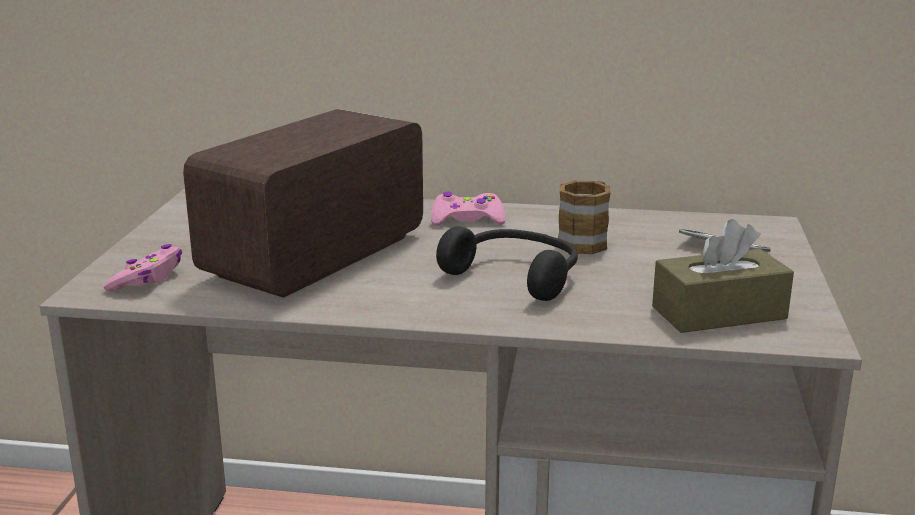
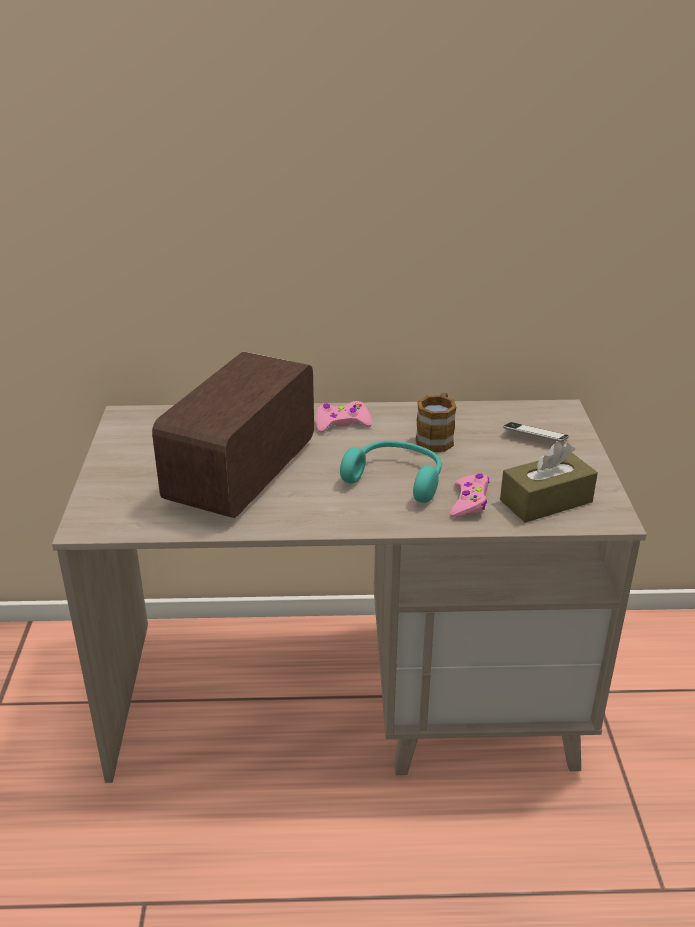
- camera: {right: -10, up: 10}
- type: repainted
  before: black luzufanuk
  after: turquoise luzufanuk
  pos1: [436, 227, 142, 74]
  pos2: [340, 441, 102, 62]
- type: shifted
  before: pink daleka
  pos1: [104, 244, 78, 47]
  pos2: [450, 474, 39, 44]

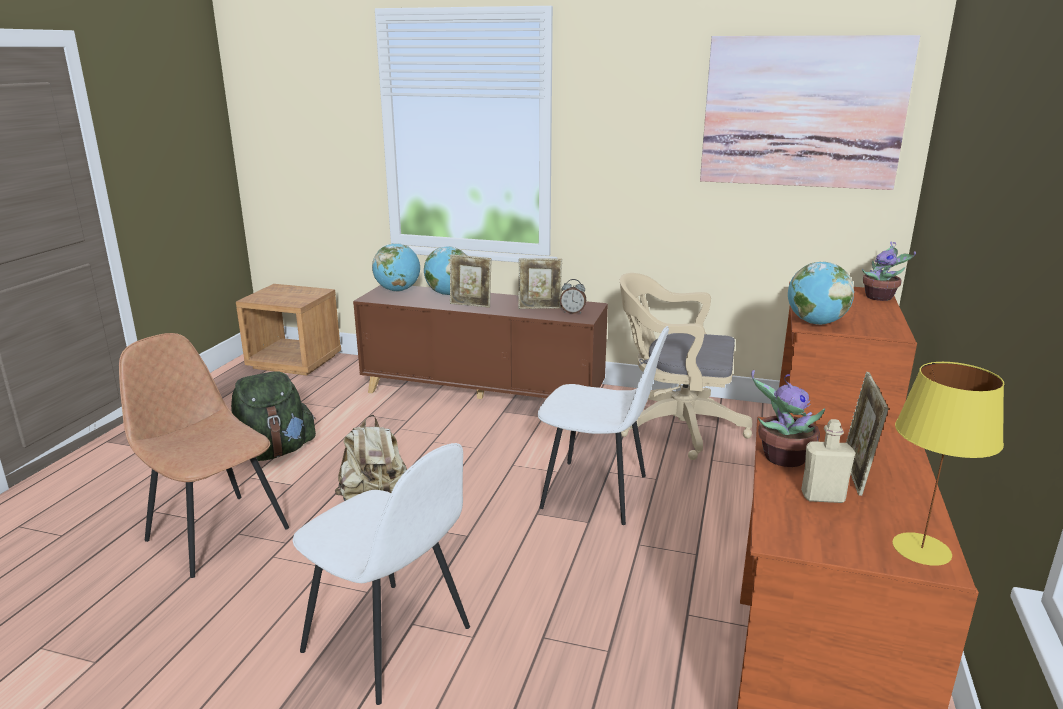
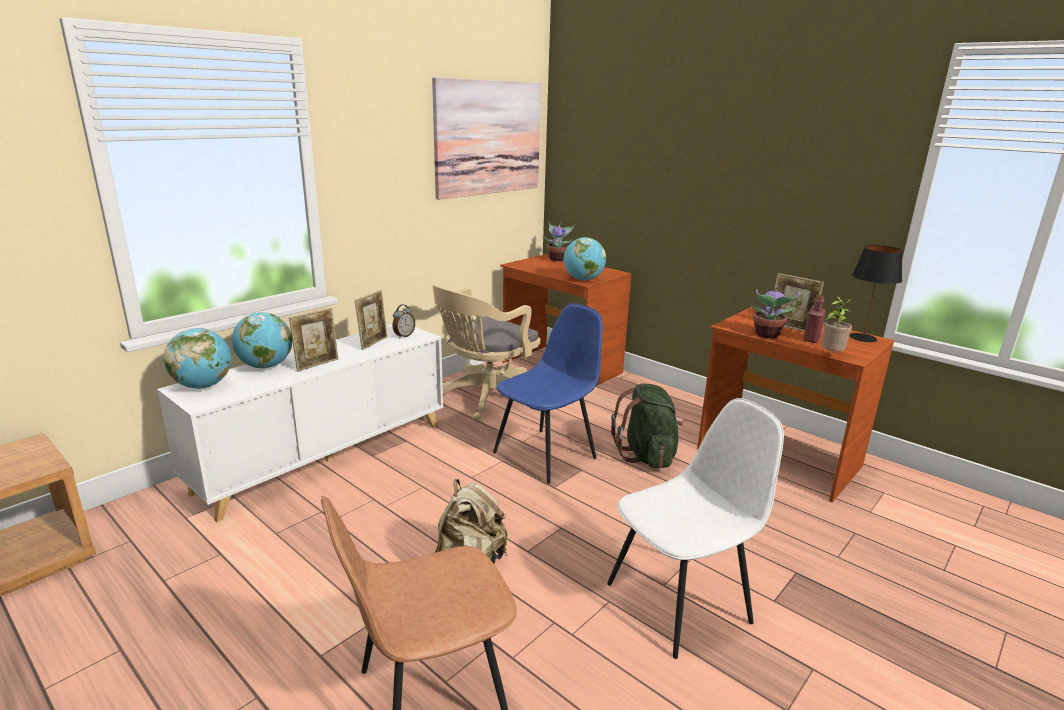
- camera: {right: -65, up: 0}
- type: repainted
  before: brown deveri
  after: white deveri
  pos1: [353, 285, 255, 114]
  pos2: [157, 324, 286, 198]
- type: repainted
  before: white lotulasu
  after: blue lotulasu
  pos1: [538, 326, 131, 199]
  pos2: [493, 303, 110, 181]
- type: shifted
  before: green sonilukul
  pos1: [231, 371, 85, 90]
  pos2: [611, 383, 72, 86]
- type: repainted
  before: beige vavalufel
  after: red vavalufel
  pos1: [801, 419, 54, 84]
  pos2: [803, 295, 23, 48]
- type: new
  after: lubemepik
  pos2: [822, 296, 30, 55]
- type: repainted
  before: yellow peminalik
  after: black peminalik
  pos1: [892, 362, 112, 204]
  pos2: [849, 245, 54, 97]

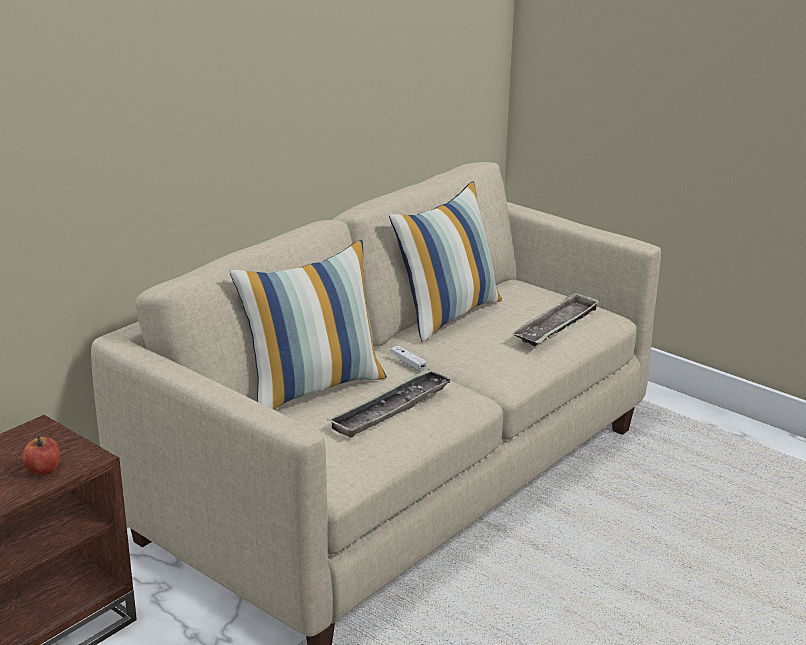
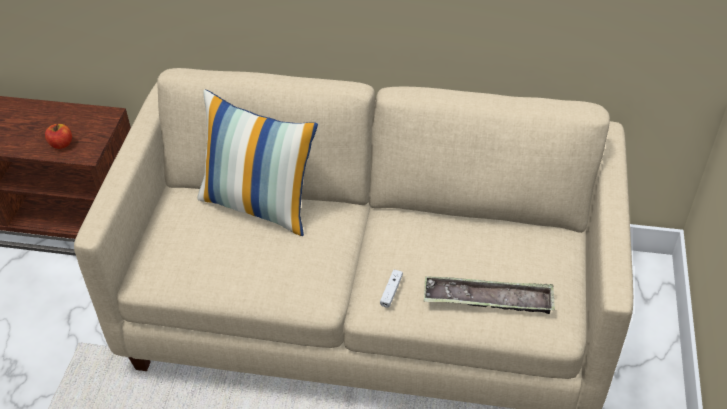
- camera: {right: 60, up: 20}
- type: shifted
  before: white daleka
  pos1: [390, 346, 37, 26]
  pos2: [380, 270, 23, 38]
- type: gone
  before: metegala
  pos1: [328, 369, 125, 69]
- type: gone
  before: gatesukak
  pos1: [389, 181, 113, 161]

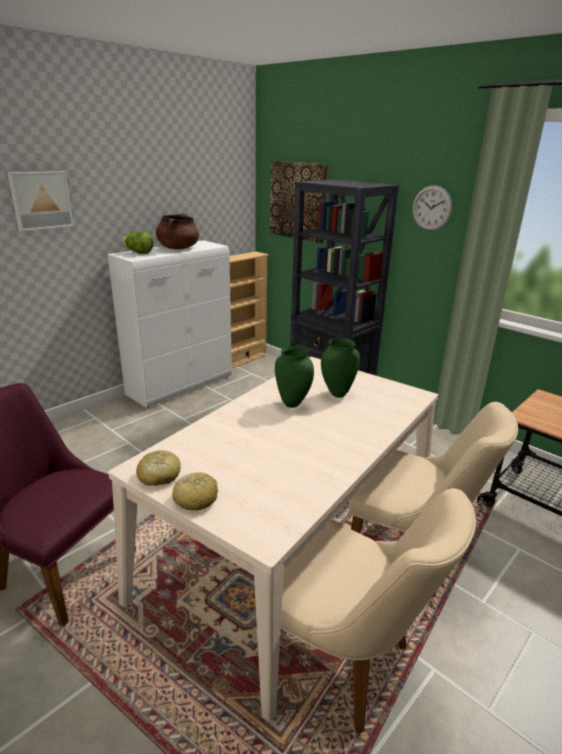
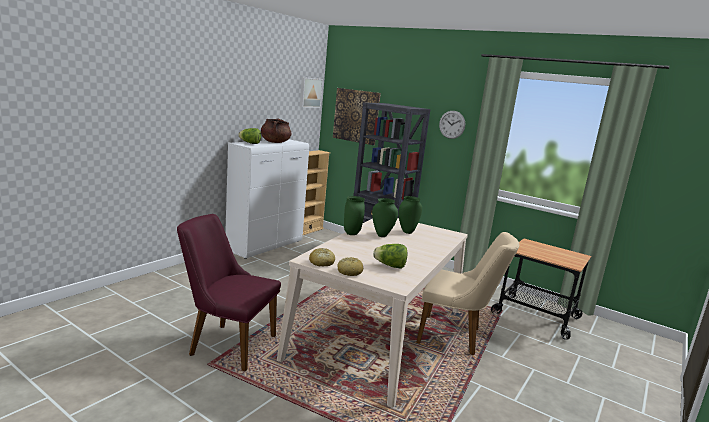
- camera: {right: -10, up: -10}
- type: shifted
  before: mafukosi
  pos1: [8, 171, 66, 60]
  pos2: [300, 77, 23, 31]
- type: new
  after: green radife
  pos2: [344, 196, 21, 39]
- type: new
  after: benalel
  pos2: [373, 244, 34, 25]
- type: gone
  before: beige lotulasu
  pos1: [281, 488, 195, 245]

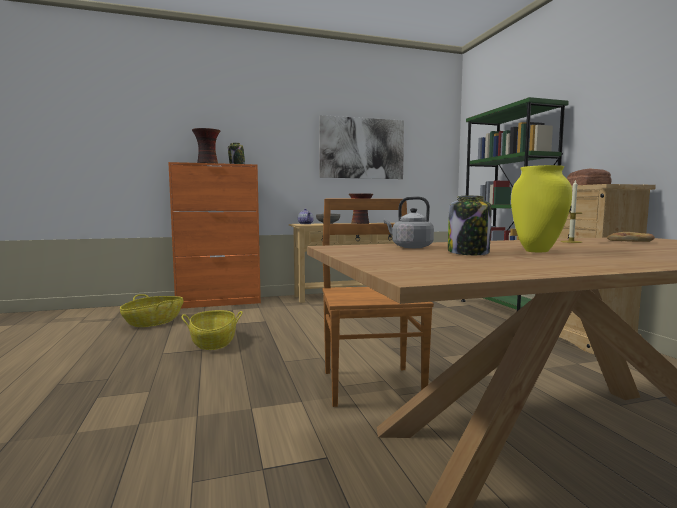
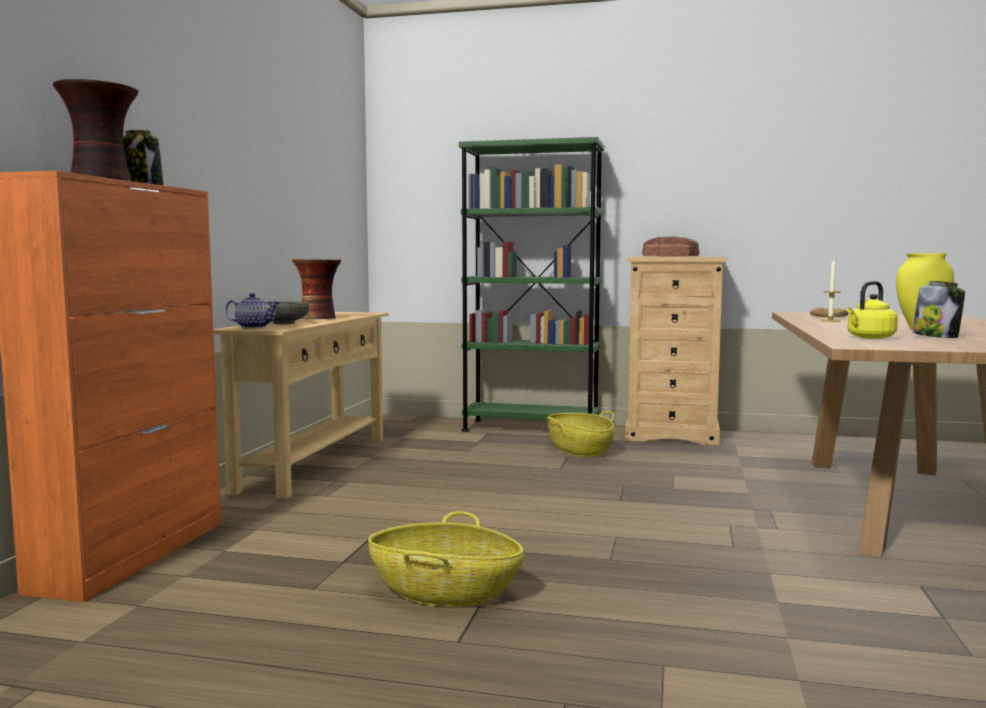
- camera: {right: -60, up: 0}
- type: shifted
  before: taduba
  pos1: [120, 294, 64, 33]
  pos2: [546, 411, 68, 46]
- type: repainted
  before: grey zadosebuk
  after: yellow zadosebuk
  pos1: [384, 196, 50, 52]
  pos2: [847, 281, 51, 58]
- type: gone
  before: mafukosi
  pos1: [319, 115, 85, 64]
- type: gone
  before: brown lotulasu
  pos1: [322, 199, 112, 208]

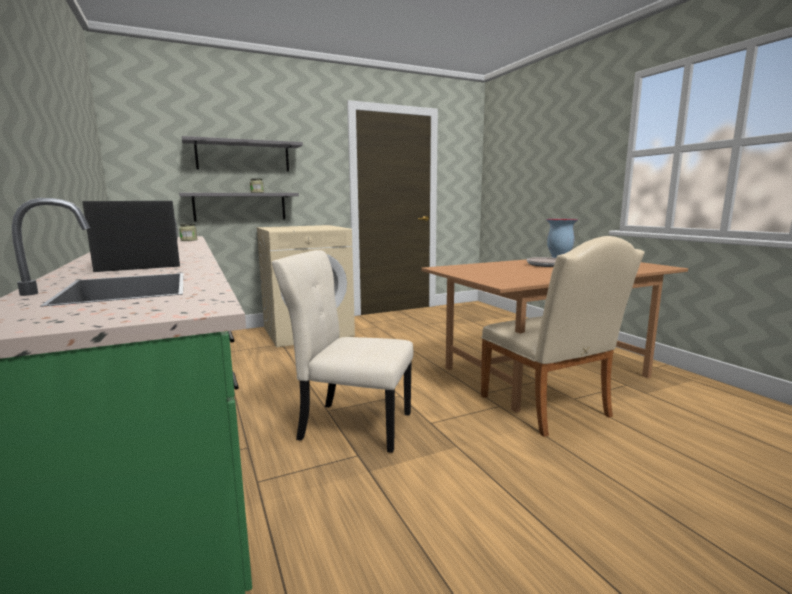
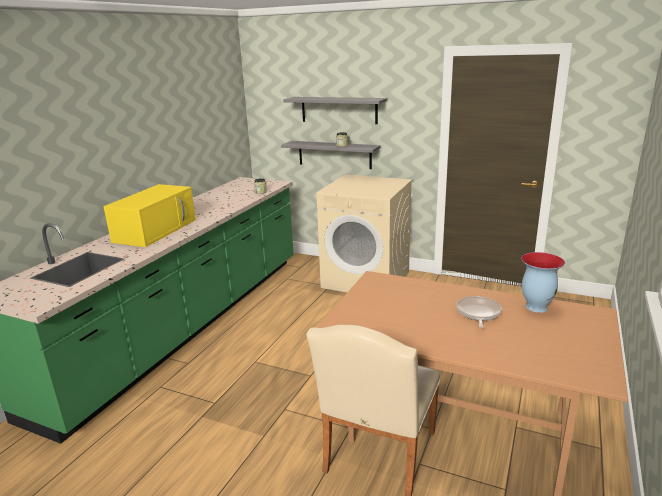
- camera: {right: 50, up: 10}
- type: repainted
  before: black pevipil
  after: yellow pevipil
  pos1: [83, 201, 97, 71]
  pos2: [103, 184, 93, 63]
- type: gone
  before: beige lotulasu
  pos1: [272, 250, 141, 203]

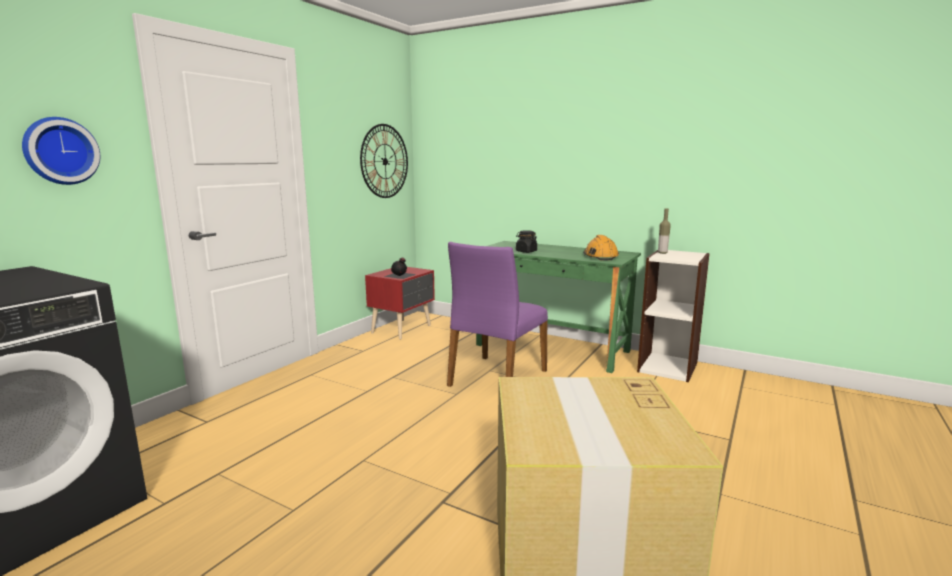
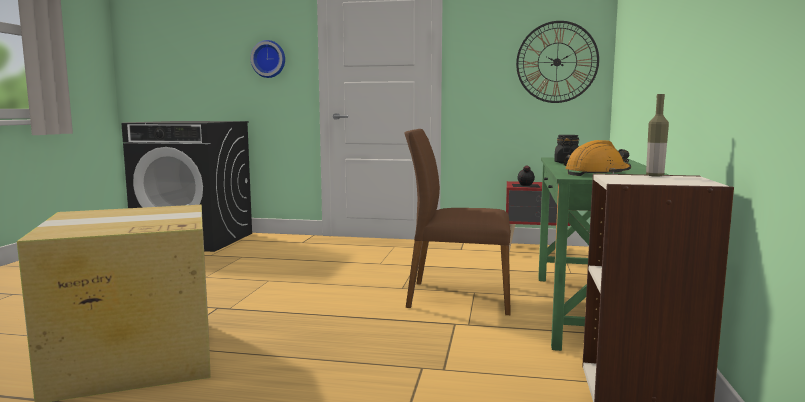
- camera: {right: 70, up: -5}
- type: repainted
  before: purple lotulasu
  after: brown lotulasu
  pos1: [447, 242, 101, 145]
  pos2: [404, 129, 107, 186]

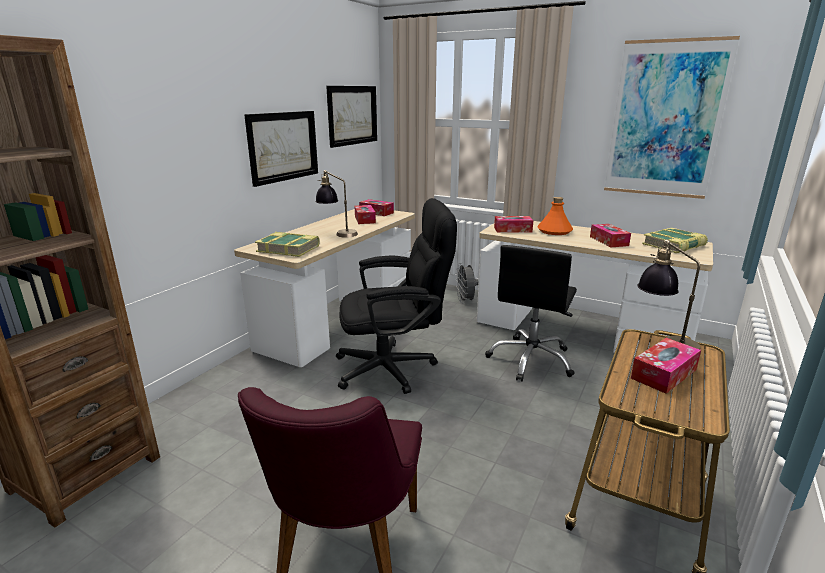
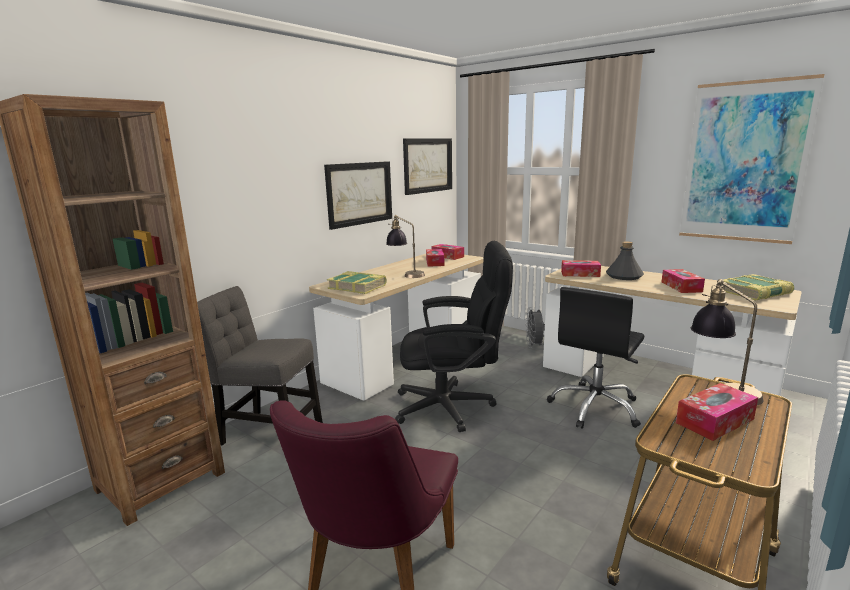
- camera: {right: 10, up: -5}
- type: new
  after: grey lotulasu
  pos2: [197, 286, 126, 160]
- type: repainted
  before: orange vavalufel
  after: grey vavalufel
  pos1: [537, 197, 36, 38]
  pos2: [606, 241, 38, 39]

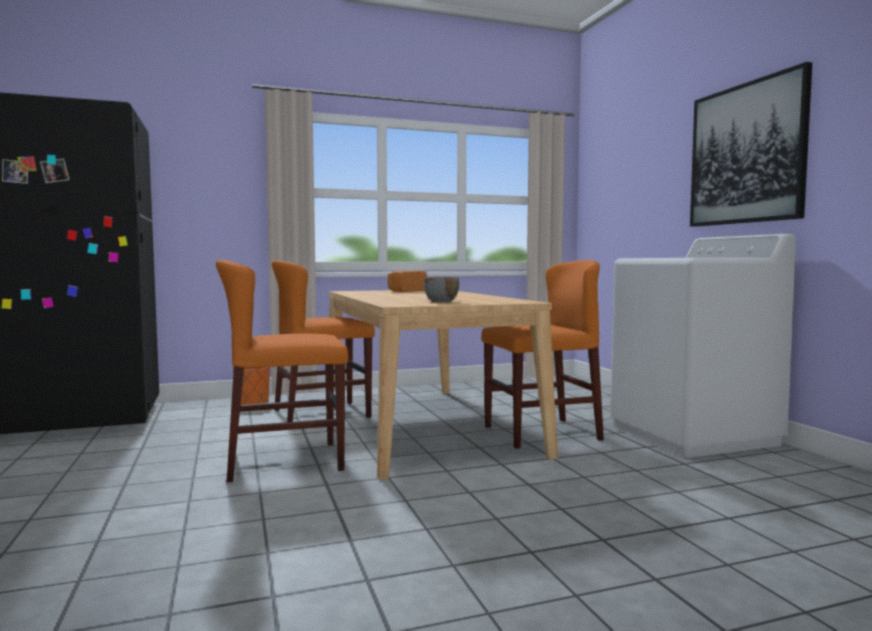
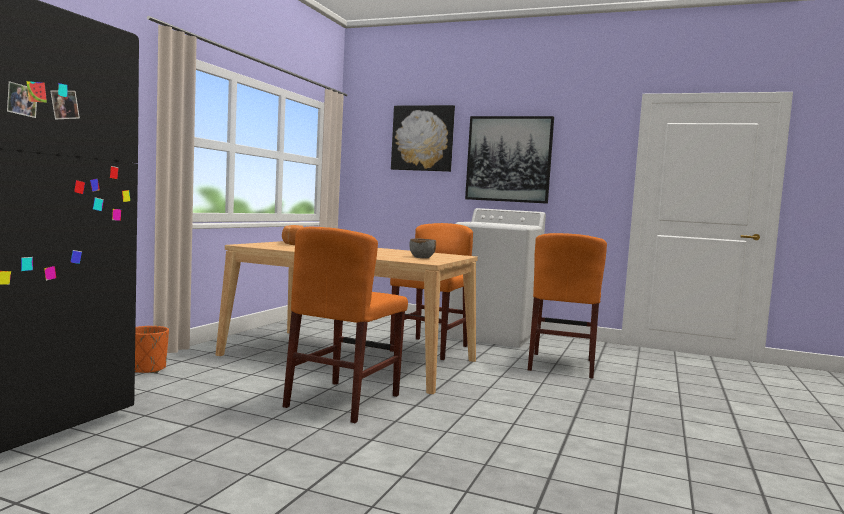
- camera: {right: -50, up: 0}
- type: new
  after: mafukosi
  pos2: [391, 105, 64, 67]
- type: shifted
  before: orange lotulasu
  pos1: [272, 260, 103, 162]
  pos2: [528, 233, 79, 146]

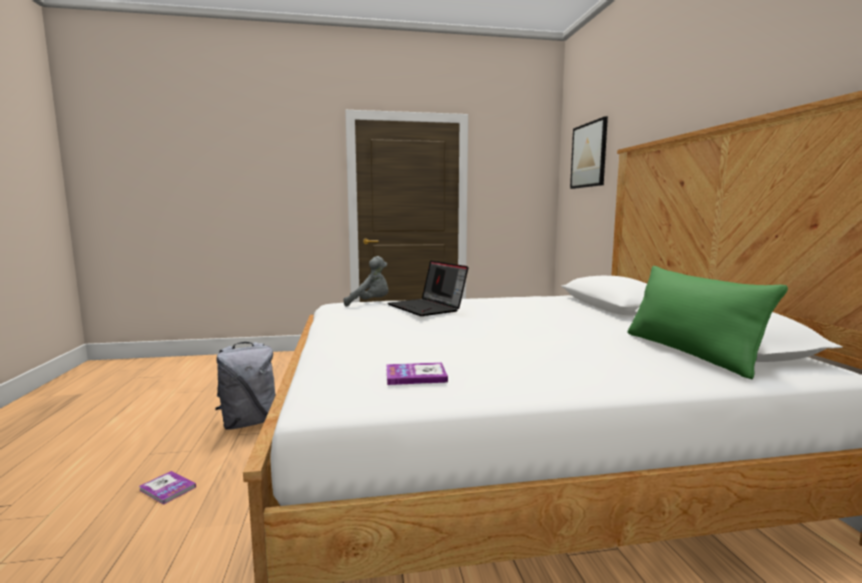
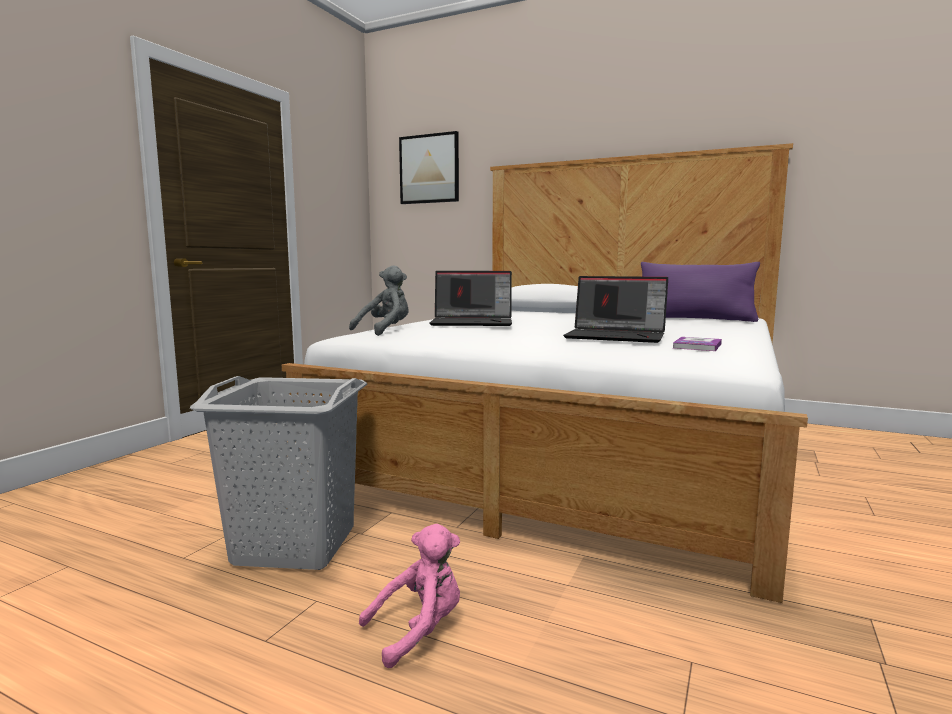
- camera: {right: -55, up: 0}
- type: swapped
  before: grey sonilukul
  after: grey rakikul
  pos1: [216, 342, 60, 88]
  pos2: [190, 376, 177, 194]
- type: swapped
  before: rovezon
  after: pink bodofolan
  pos1: [139, 471, 57, 34]
  pos2: [359, 524, 101, 144]
- type: new
  after: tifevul
  pos2: [563, 276, 105, 67]
- type: repainted
  before: green gatesukak
  after: purple gatesukak
  pos1: [628, 266, 160, 113]
  pos2: [641, 262, 119, 60]

